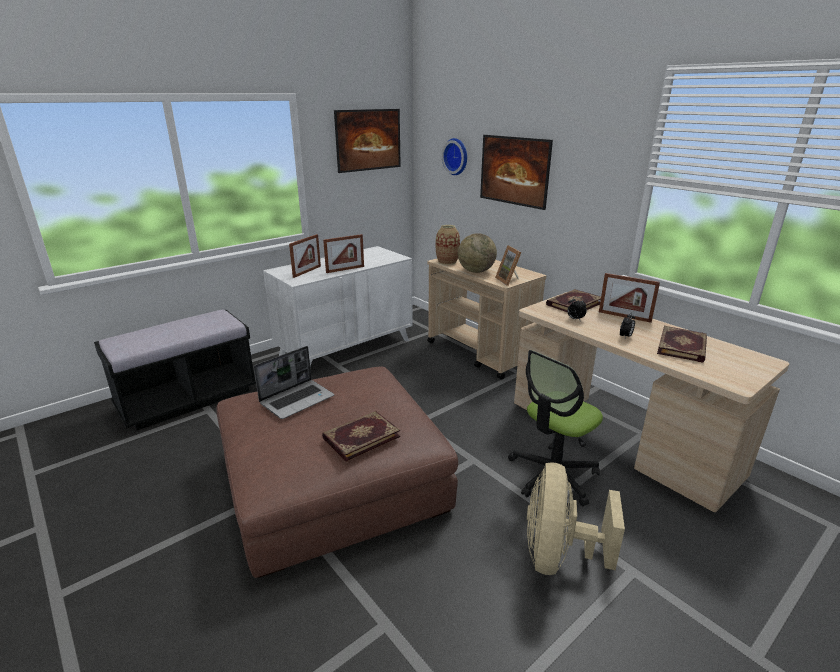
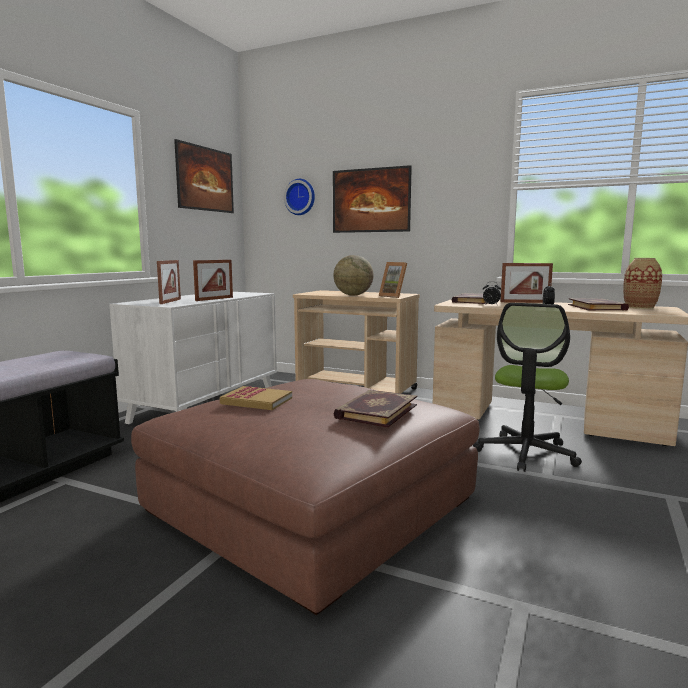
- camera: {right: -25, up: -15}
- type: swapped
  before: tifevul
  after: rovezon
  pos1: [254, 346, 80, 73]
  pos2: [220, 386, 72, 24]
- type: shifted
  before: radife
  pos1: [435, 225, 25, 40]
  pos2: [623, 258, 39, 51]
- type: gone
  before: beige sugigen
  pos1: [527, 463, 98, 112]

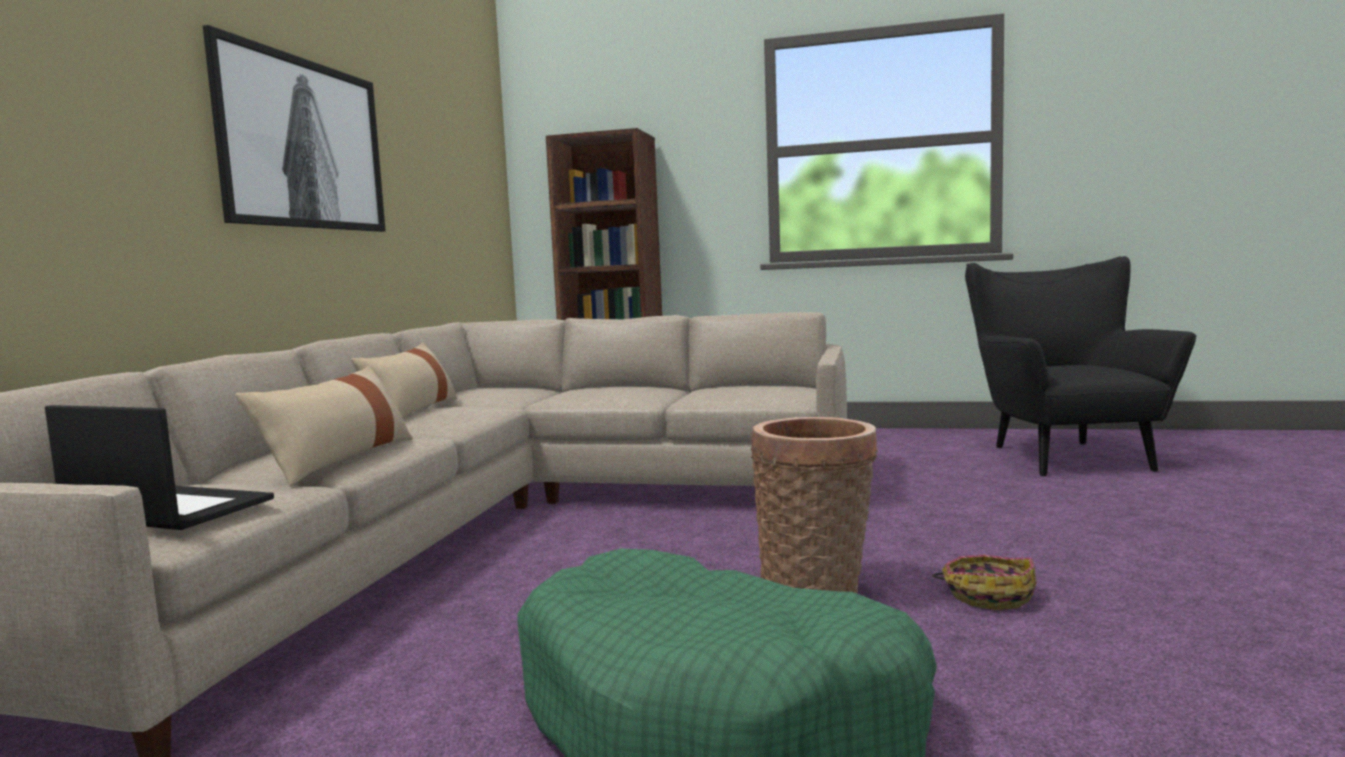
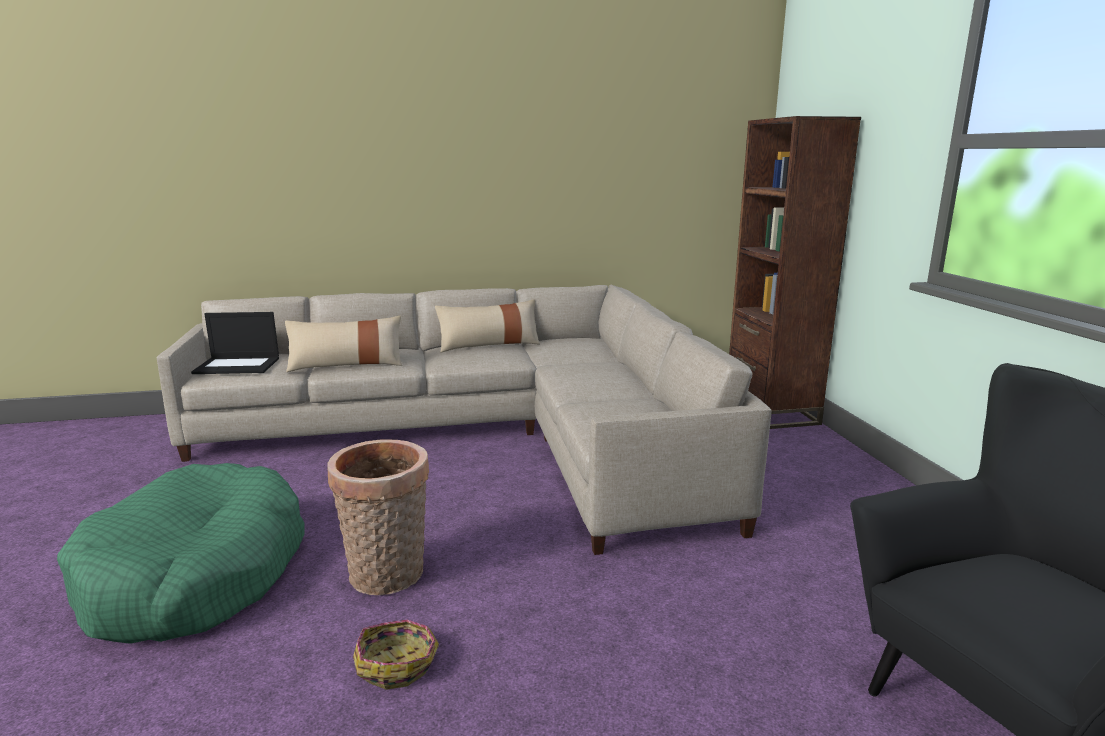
- camera: {right: 65, up: 10}
- type: rotated
  before: tifevul
  pos1: [45, 405, 229, 125]
  pos2: [191, 312, 88, 62]
  turn: 90
- type: gone
  before: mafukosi
  pos1: [203, 25, 183, 207]

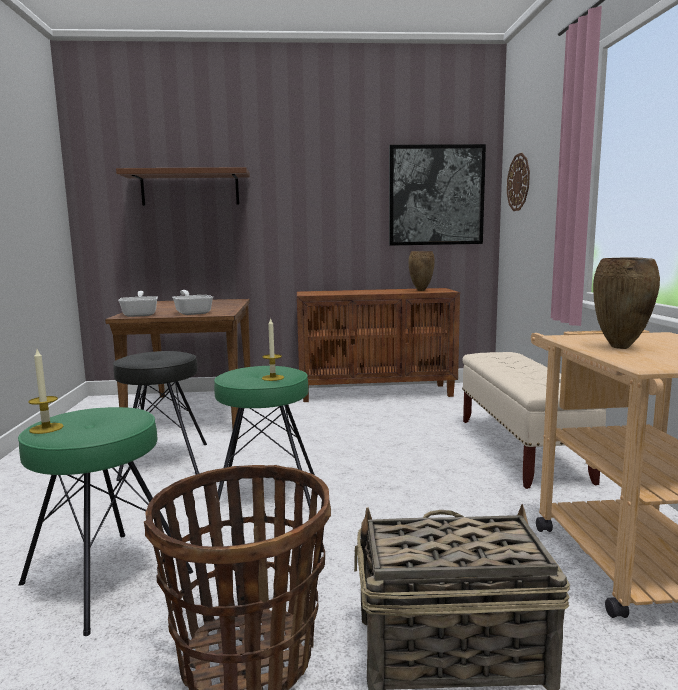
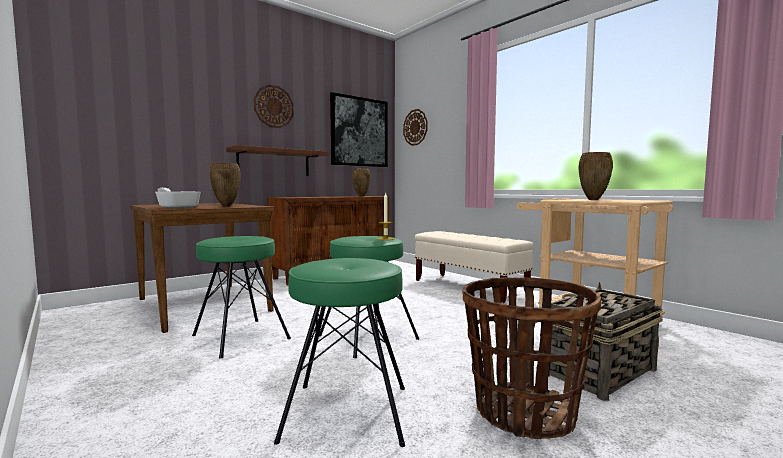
- camera: {right: -35, up: -5}
- type: repainted
  before: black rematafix
  after: green rematafix
  pos1: [113, 351, 94, 130]
  pos2: [192, 236, 99, 122]
- type: swapped
  before: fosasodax
  after: brown radife
  pos1: [172, 290, 41, 25]
  pos2: [210, 163, 31, 44]
- type: shifted
  before: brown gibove
  pos1: [116, 167, 134, 39]
  pos2: [226, 145, 103, 31]
- type: new
  after: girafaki
  pos2: [254, 85, 40, 43]
- type: gone
  before: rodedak
  pos1: [28, 350, 36, 84]

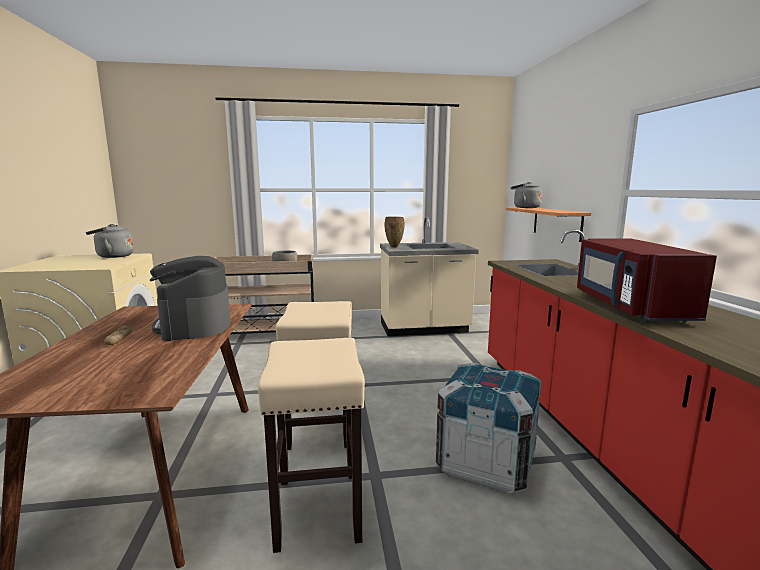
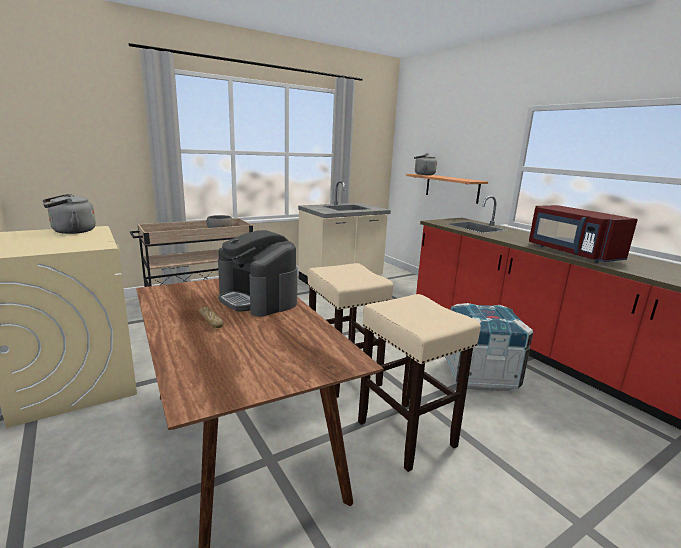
- camera: {right: -25, up: 5}
- type: gone
  before: brown radife
  pos1: [385, 217, 20, 30]

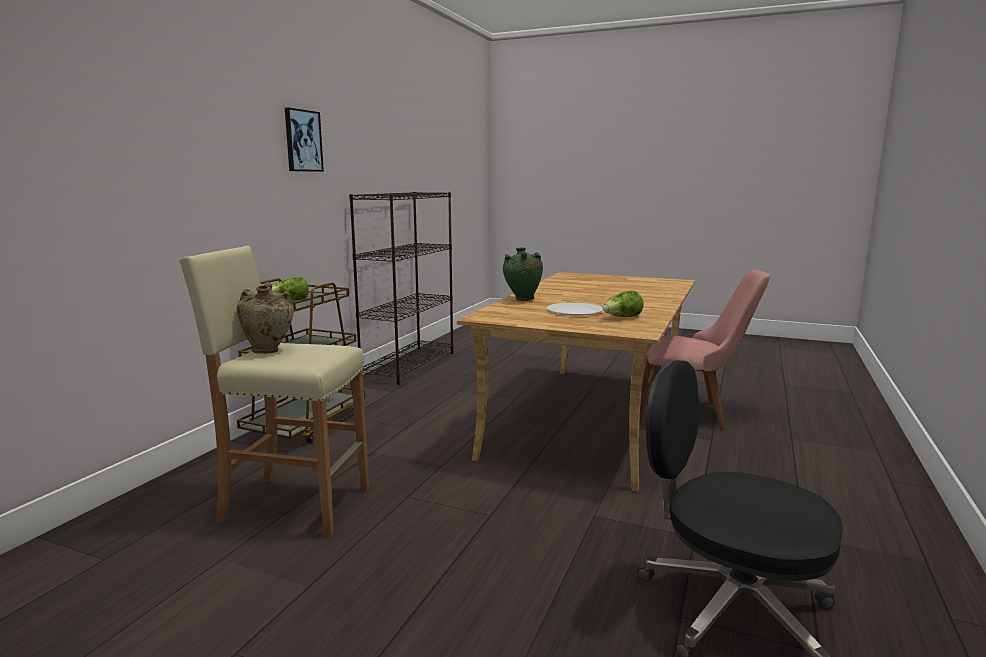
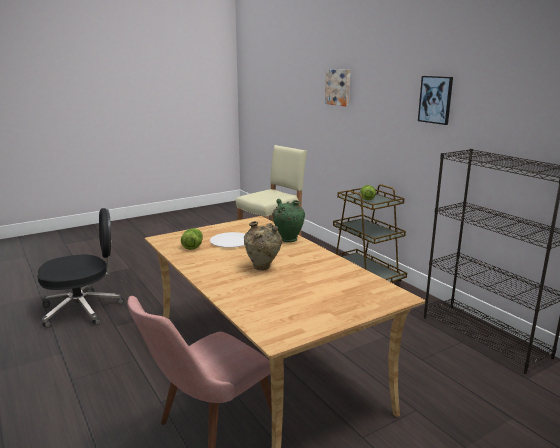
- camera: {right: 125, up: 5}
- type: shifted
  before: beige radife
  pos1: [237, 282, 57, 72]
  pos2: [244, 221, 38, 50]
- type: new
  after: mafukosi
  pos2: [325, 69, 25, 37]

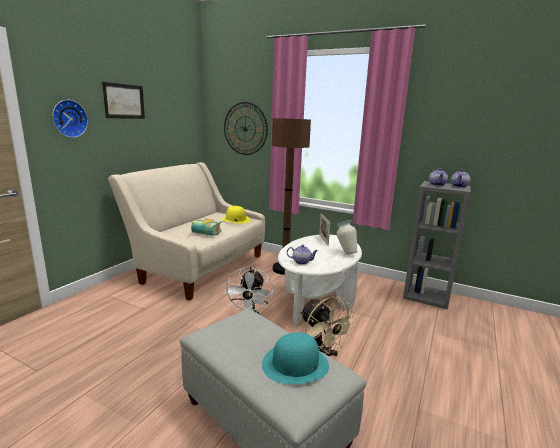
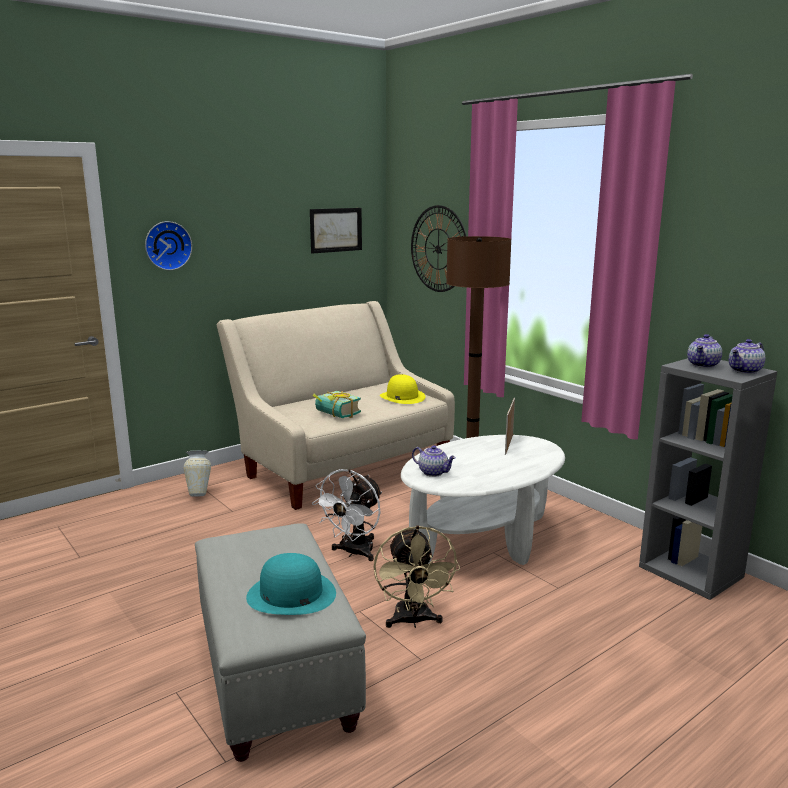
- camera: {right: 25, up: 0}
- type: shifted
  before: radife
  pos1: [335, 220, 22, 35]
  pos2: [183, 450, 28, 47]
- type: shifted
  before: mafukosi
  pos1: [102, 82, 43, 37]
  pos2: [310, 208, 52, 46]

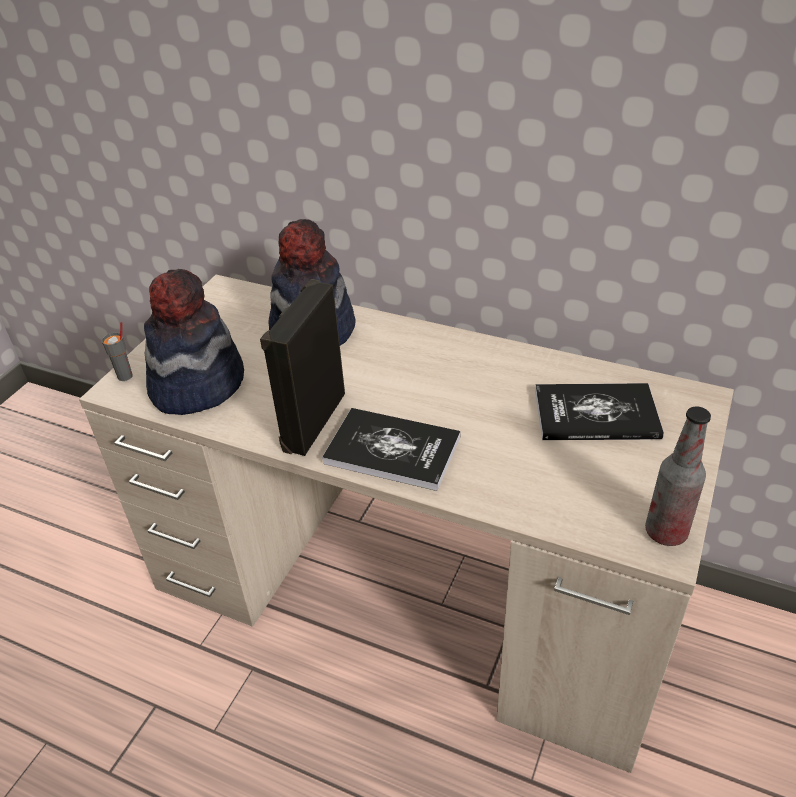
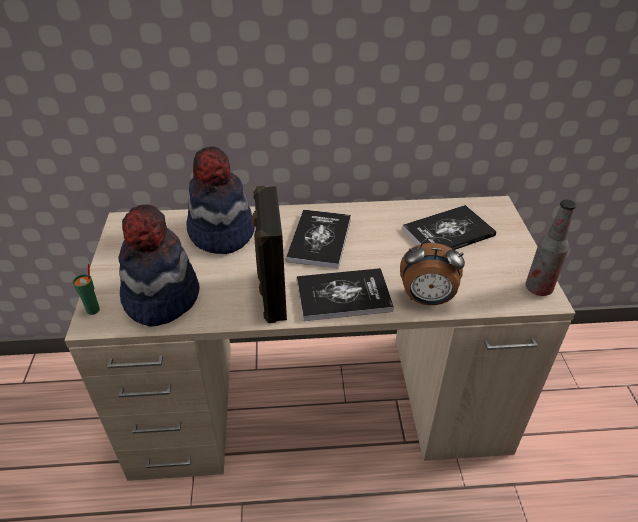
- camera: {right: -30, up: 0}
- type: repainted
  before: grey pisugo
  after: green pisugo
  pos1: [101, 322, 32, 59]
  pos2: [73, 264, 27, 51]
- type: new
  after: rovezon
  pos2: [286, 210, 65, 59]
- type: new
  after: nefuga
  pos2: [400, 237, 65, 68]

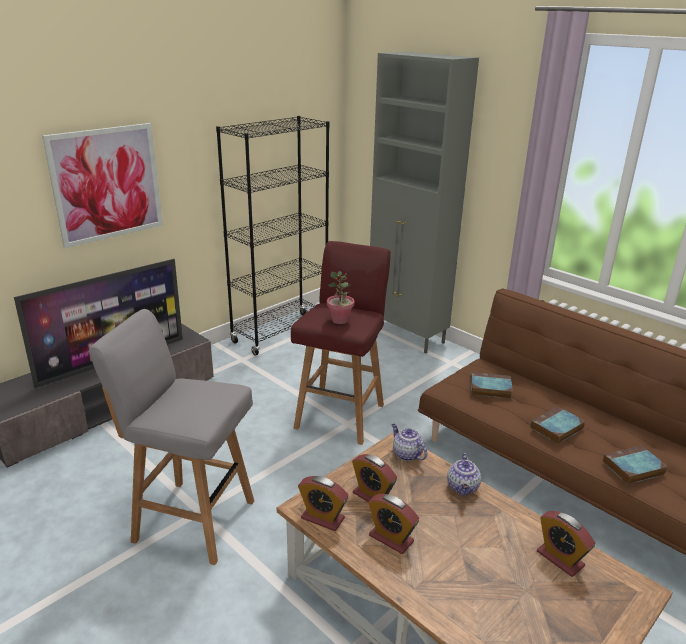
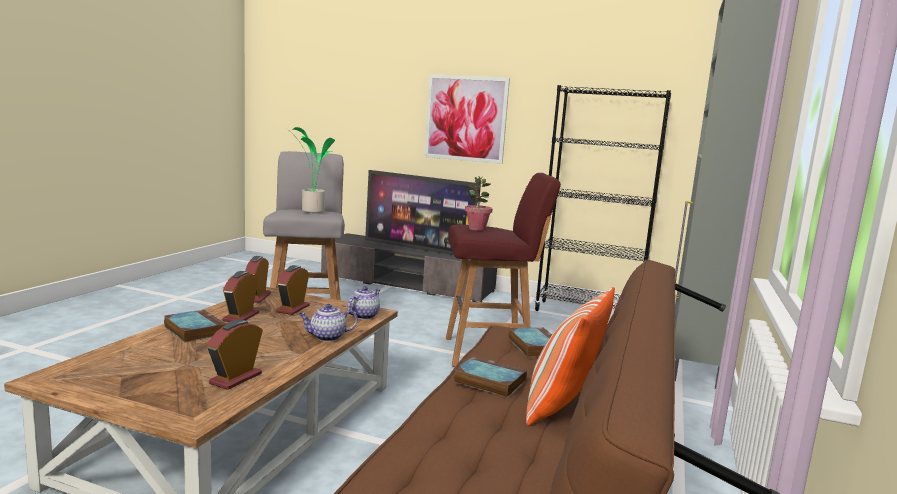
- camera: {right: 65, up: -15}
- type: shifted
  before: rovezon
  pos1: [603, 446, 65, 39]
  pos2: [164, 309, 62, 34]
- type: new
  after: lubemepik
  pos2: [287, 127, 48, 86]
- type: new
  after: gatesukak
  pos2: [526, 287, 89, 139]

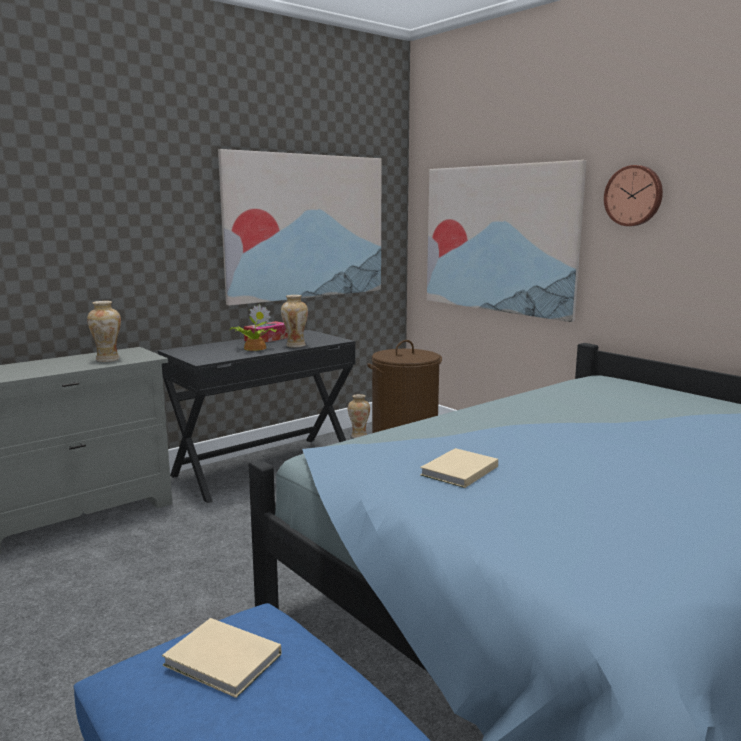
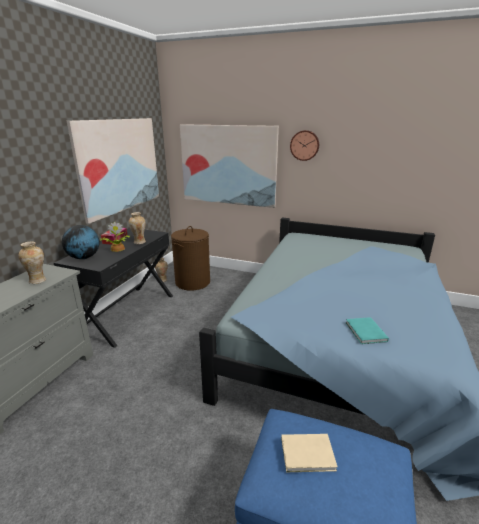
- camera: {right: -30, up: 10}
- type: new
  after: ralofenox
  pos2: [62, 225, 38, 34]
- type: new
  after: turquoise rovezon
  pos2: [346, 317, 43, 27]
- type: gone
  before: beige rovezon
  pos1: [420, 448, 78, 40]

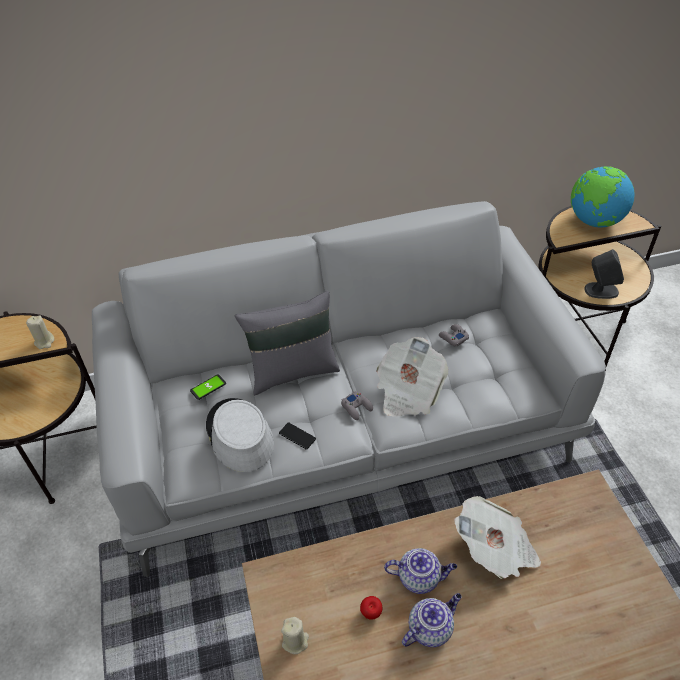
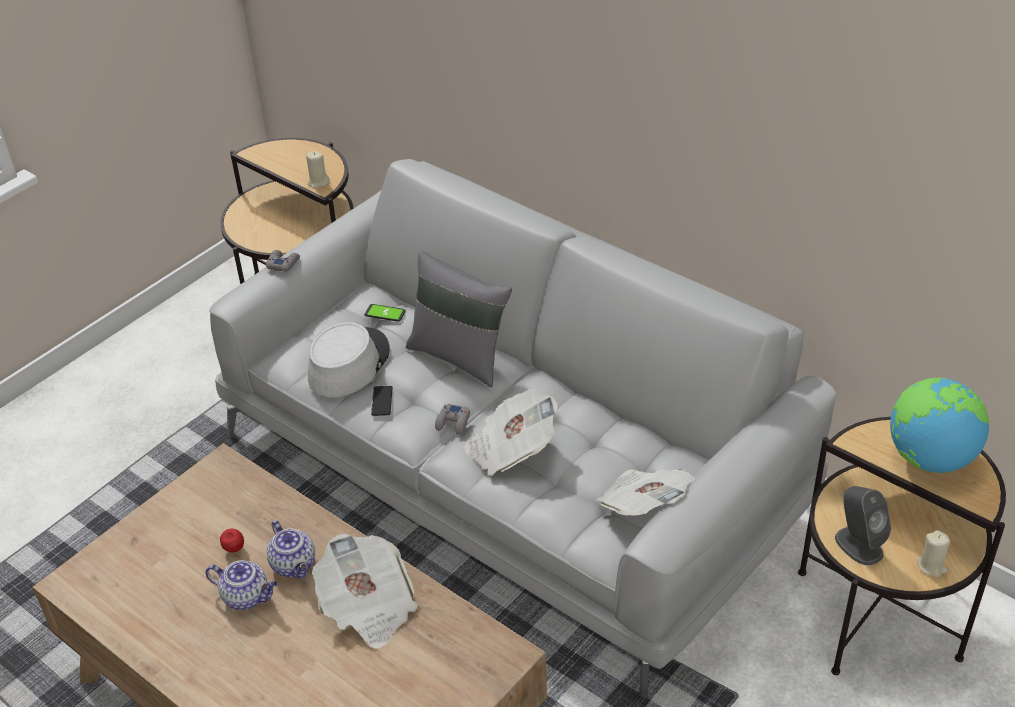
- camera: {right: 55, up: -5}
- type: shifted
  before: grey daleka
  pos1: [439, 324, 30, 22]
  pos2: [266, 250, 34, 22]
- type: new
  after: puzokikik
  pos2: [596, 469, 99, 47]
- type: shifted
  before: beige rodedak
  pos1: [281, 617, 28, 37]
  pos2: [917, 530, 33, 47]

